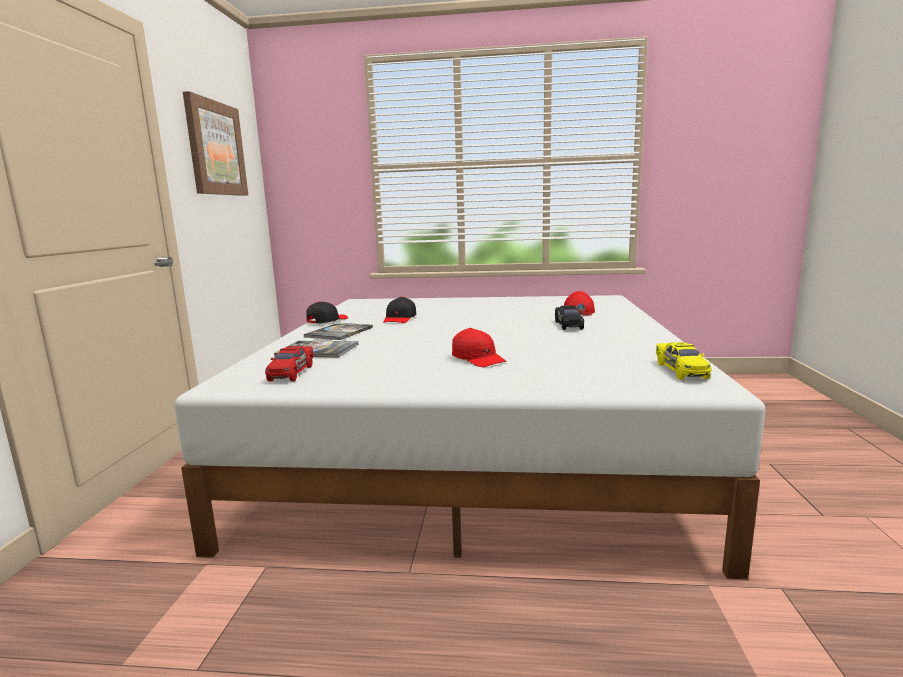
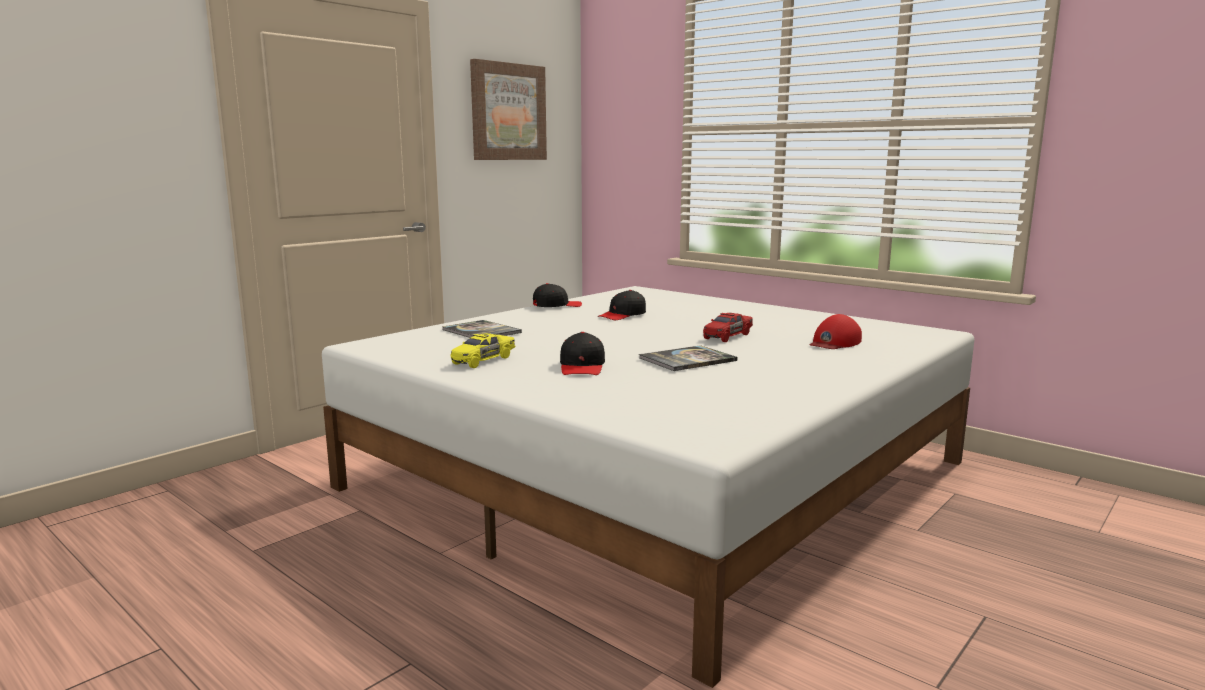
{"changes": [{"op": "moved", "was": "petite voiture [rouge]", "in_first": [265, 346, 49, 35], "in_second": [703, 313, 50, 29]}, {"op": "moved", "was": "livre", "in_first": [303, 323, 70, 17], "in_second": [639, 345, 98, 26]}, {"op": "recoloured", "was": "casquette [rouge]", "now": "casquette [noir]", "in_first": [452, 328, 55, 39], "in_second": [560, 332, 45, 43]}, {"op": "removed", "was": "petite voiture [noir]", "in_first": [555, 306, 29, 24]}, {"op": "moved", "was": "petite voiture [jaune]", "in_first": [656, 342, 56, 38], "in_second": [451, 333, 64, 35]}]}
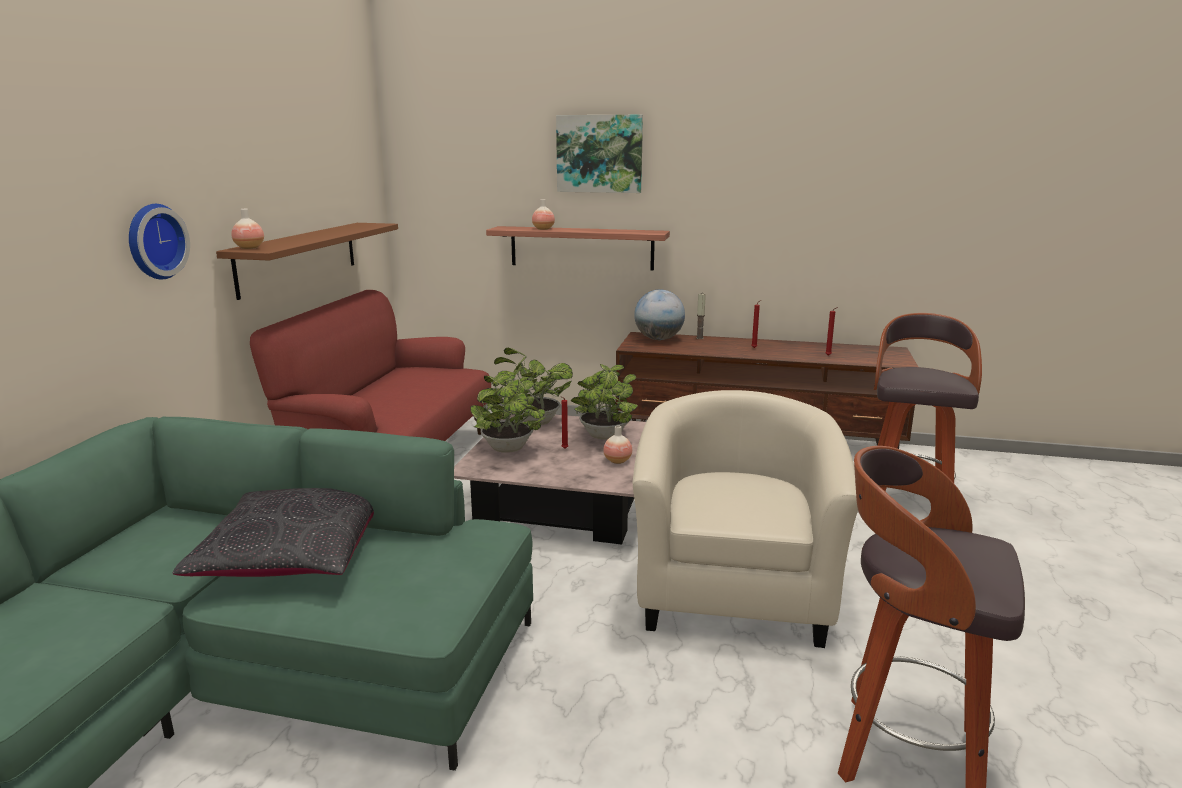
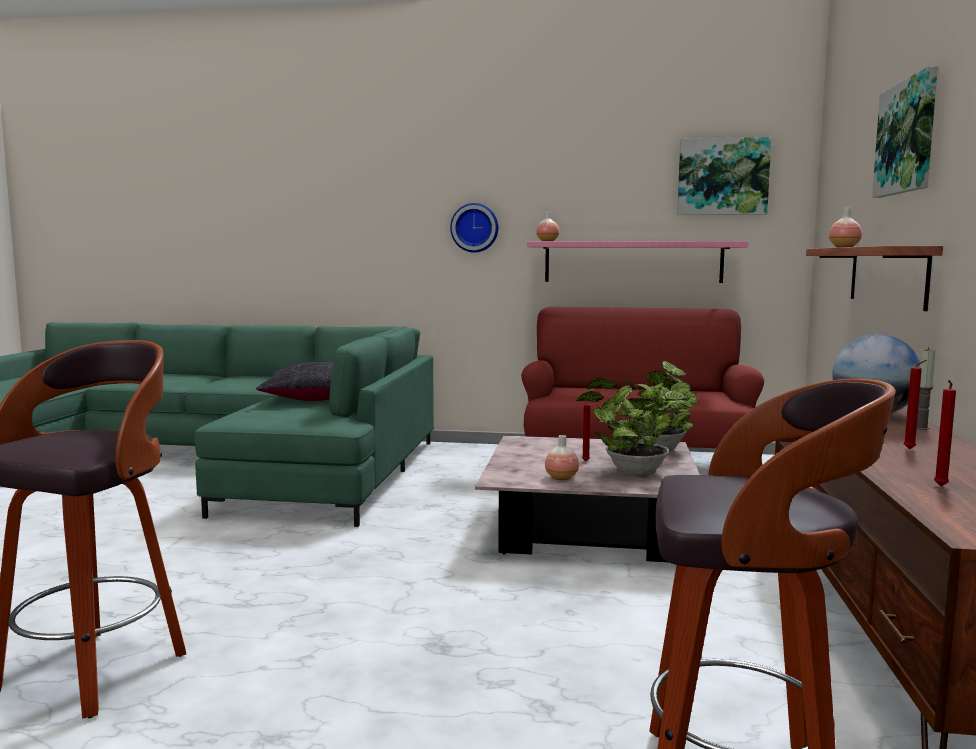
{"changes": [{"op": "recoloured", "was": "étagère [marron]", "now": "étagère [rose]", "in_first": [216, 223, 182, 77], "in_second": [527, 241, 221, 42]}, {"op": "removed", "was": "plante en pot", "in_first": [470, 373, 75, 80]}, {"op": "removed", "was": "fauteuil [beige]", "in_first": [633, 390, 225, 258]}, {"op": "added", "now": "tableau", "in_second": [677, 137, 95, 78]}]}
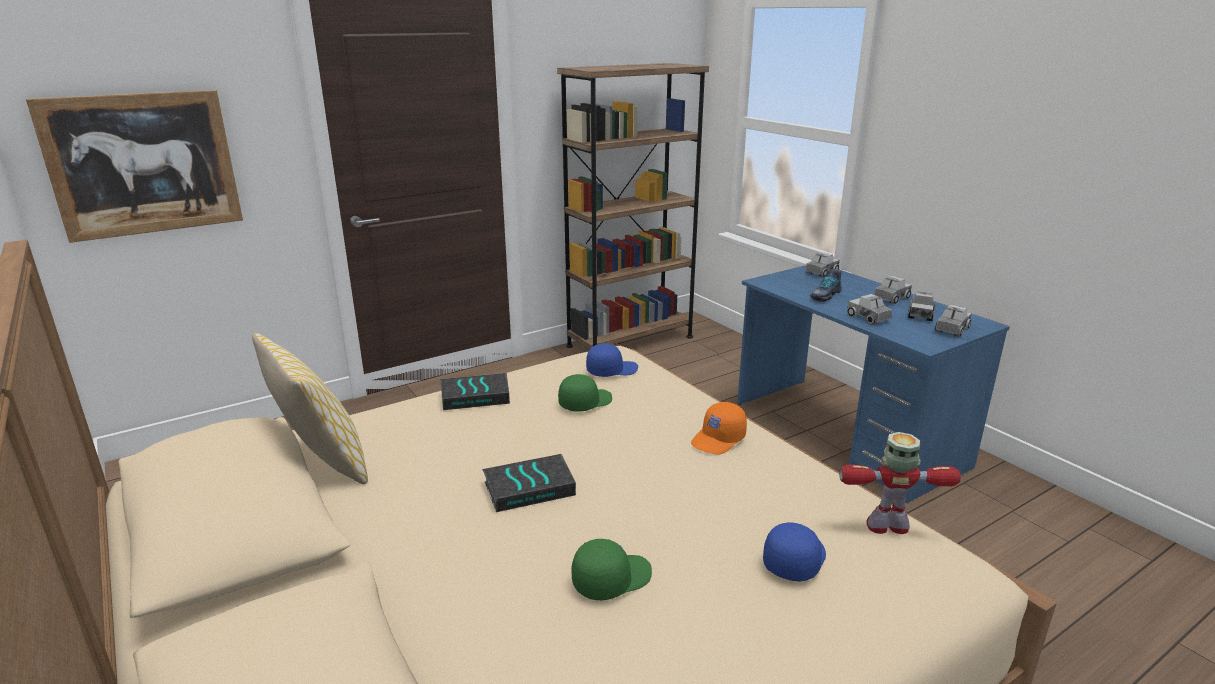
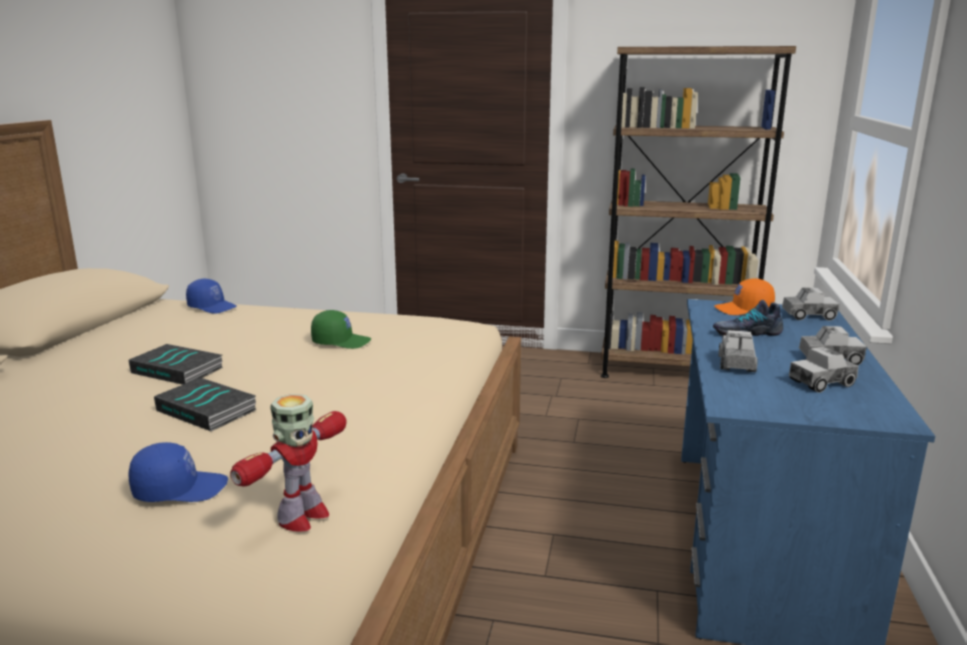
{"changes": [{"op": "removed", "was": "tableau", "in_first": [26, 90, 217, 153]}, {"op": "removed", "was": "coussin", "in_first": [252, 333, 116, 151]}, {"op": "moved", "was": "livre", "in_first": [440, 373, 70, 37], "in_second": [154, 378, 103, 53]}, {"op": "removed", "was": "casquette [vert]", "in_first": [571, 539, 81, 61]}, {"op": "moved", "was": "casquette [bleu]", "in_first": [586, 343, 52, 34], "in_second": [186, 279, 51, 35]}, {"op": "moved", "was": "casquette [orange]", "in_first": [691, 402, 56, 53], "in_second": [714, 278, 61, 37]}, {"op": "turned", "was": "robot jouet", "in_first": [839, 432, 122, 102], "in_second": [230, 394, 117, 138], "clockwise": 75}, {"op": "removed", "was": "camion jouet", "in_first": [935, 305, 36, 32]}]}
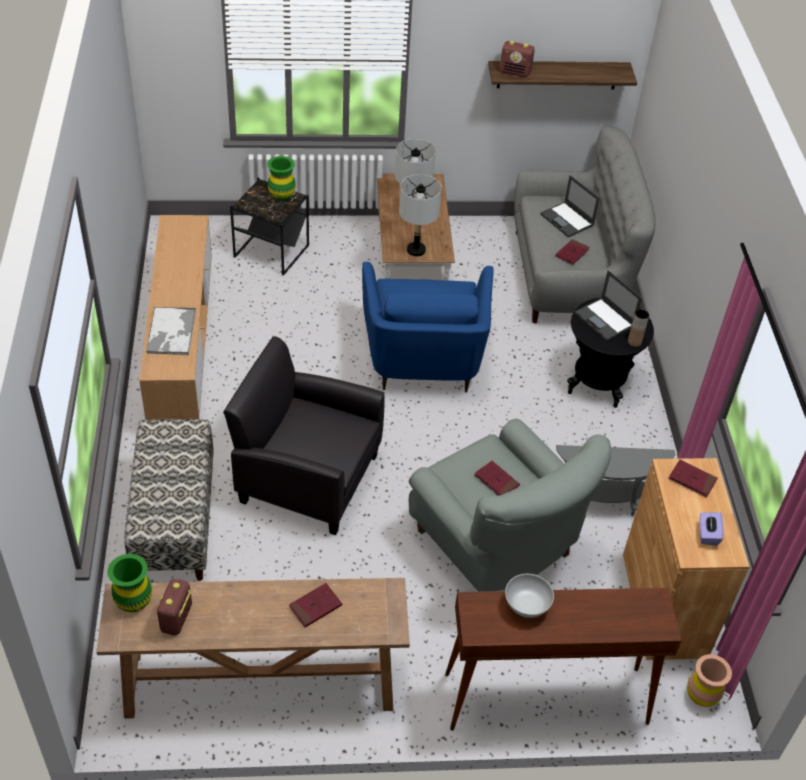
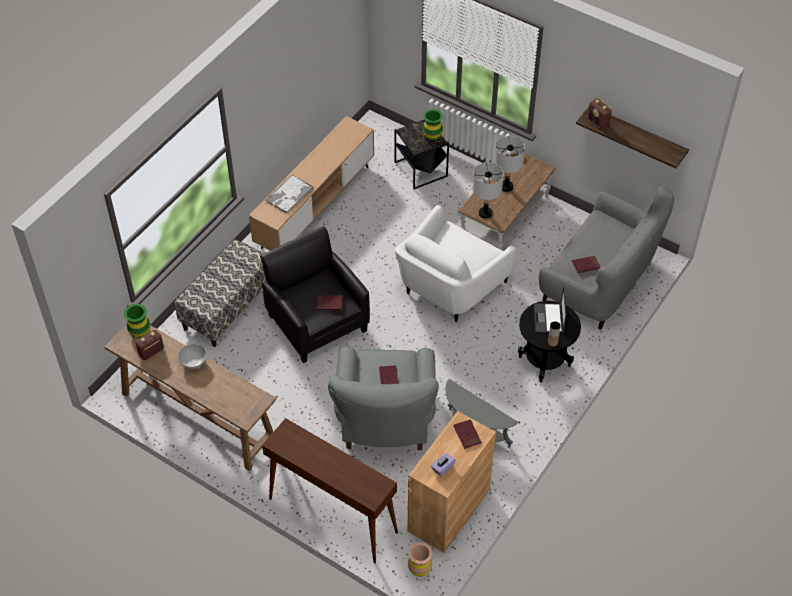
{"changes": [{"op": "moved", "was": "livre [rouge]", "in_first": [289, 583, 53, 44], "in_second": [317, 295, 26, 15]}, {"op": "recoloured", "was": "fauteuil [bleu]", "now": "fauteuil [blanc]", "in_first": [362, 262, 132, 130], "in_second": [395, 205, 121, 117]}, {"op": "moved", "was": "bol [blanc]", "in_first": [505, 574, 49, 44], "in_second": [178, 344, 29, 25]}, {"op": "removed", "was": "ordinateur portable", "in_first": [540, 175, 59, 63]}]}
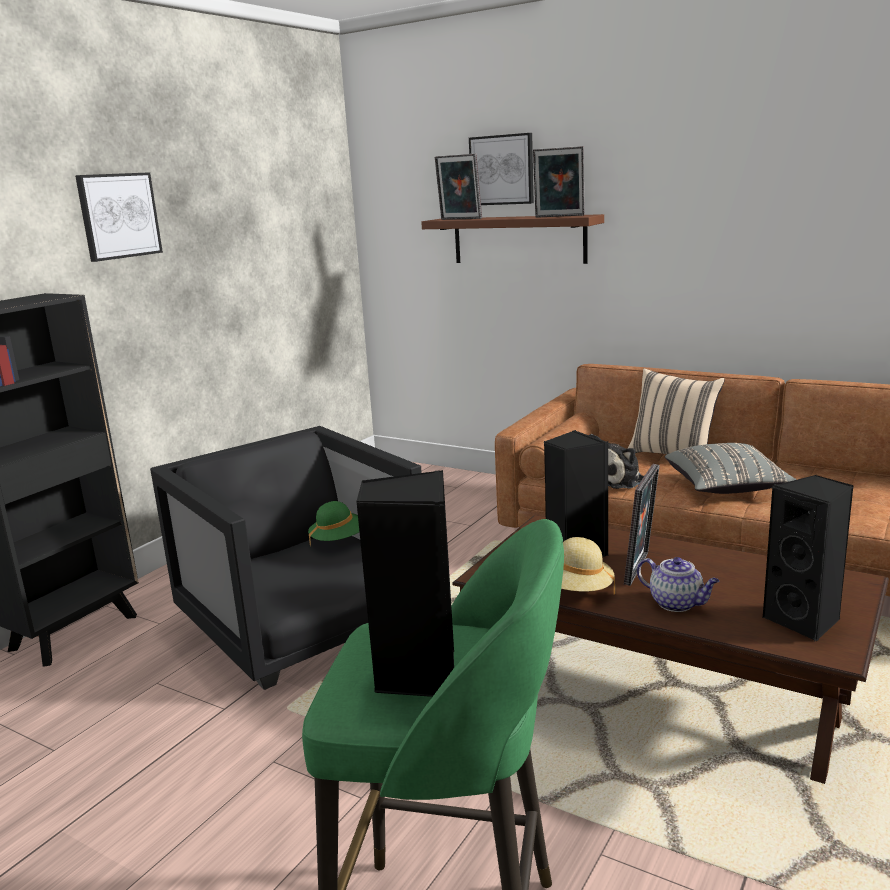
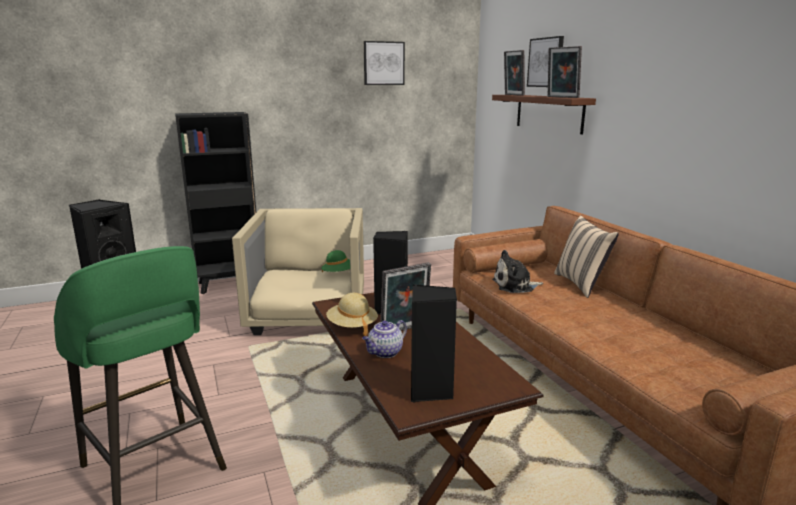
{"changes": [{"op": "moved", "was": "tableau", "in_first": [75, 172, 88, 90], "in_second": [364, 41, 41, 44]}, {"op": "recoloured", "was": "fauteuil [noir]", "now": "fauteuil [beige]", "in_first": [150, 426, 272, 264], "in_second": [232, 208, 132, 127]}, {"op": "turned", "was": "théière", "in_first": [637, 557, 82, 55], "in_second": [362, 320, 45, 38], "clockwise": 60}, {"op": "removed", "was": "coussin [gris]", "in_first": [665, 443, 132, 51]}]}
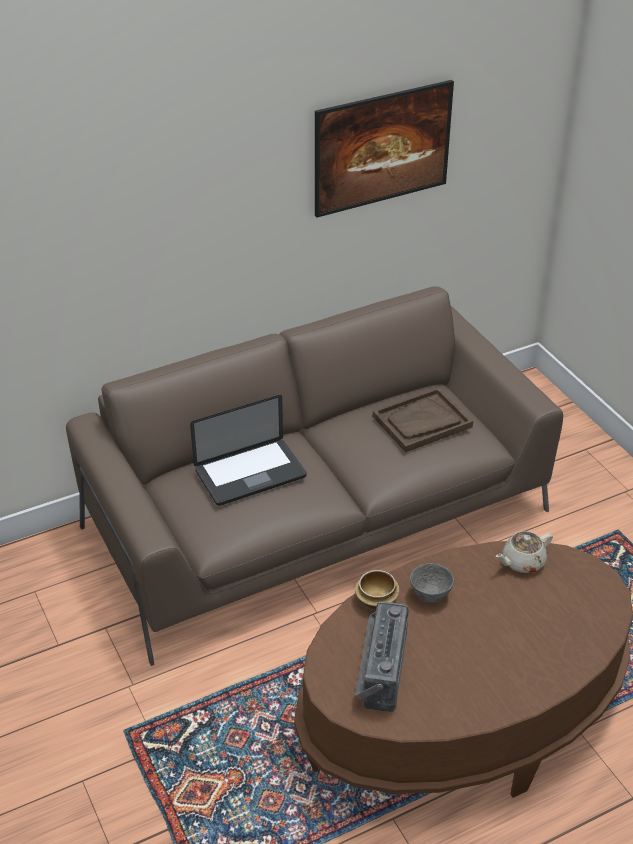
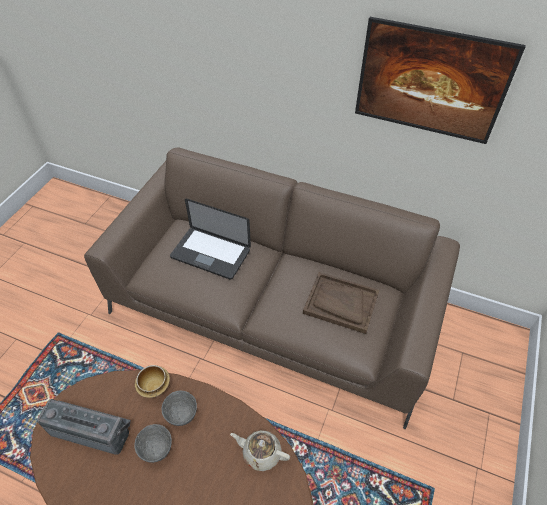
{"changes": [{"op": "turned", "was": "radio", "in_first": [355, 601, 54, 111], "in_second": [37, 399, 94, 56], "clockwise": 45}, {"op": "added", "now": "bol [gris]", "in_second": [134, 424, 38, 39]}]}
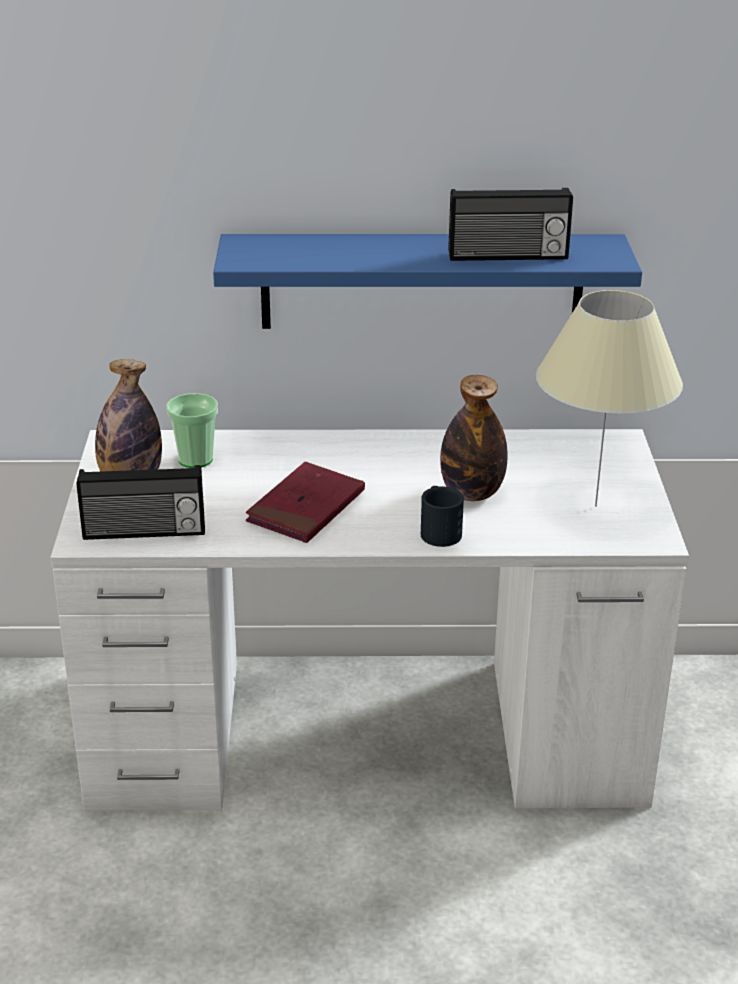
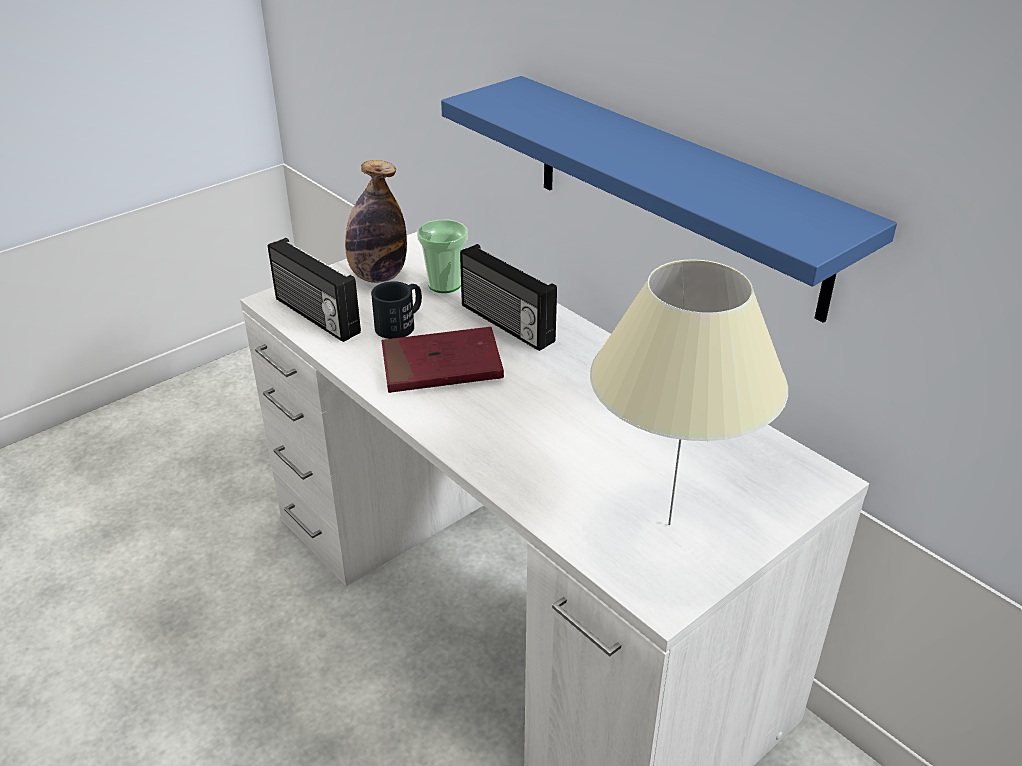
{"changes": [{"op": "moved", "was": "mug [noir]", "in_first": [421, 486, 43, 61], "in_second": [371, 281, 51, 58]}, {"op": "removed", "was": "bouteille", "in_first": [440, 375, 67, 126]}, {"op": "moved", "was": "radio", "in_first": [448, 188, 125, 73], "in_second": [460, 244, 97, 107]}]}
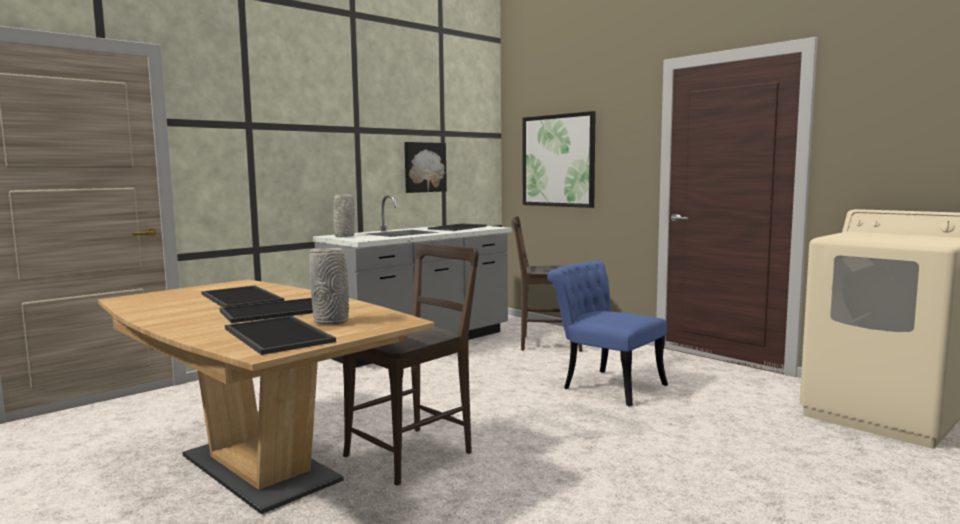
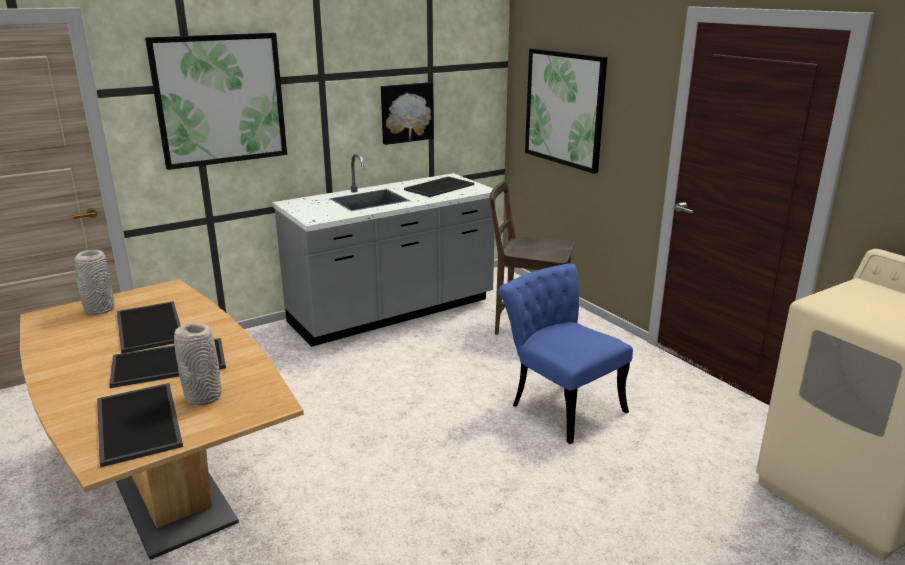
{"changes": [{"op": "moved", "was": "vase [gris]", "in_first": [333, 194, 22, 43], "in_second": [74, 250, 41, 65]}, {"op": "removed", "was": "chaise [marron]", "in_first": [342, 242, 137, 243]}, {"op": "added", "now": "tableau", "in_second": [145, 33, 142, 137]}]}
